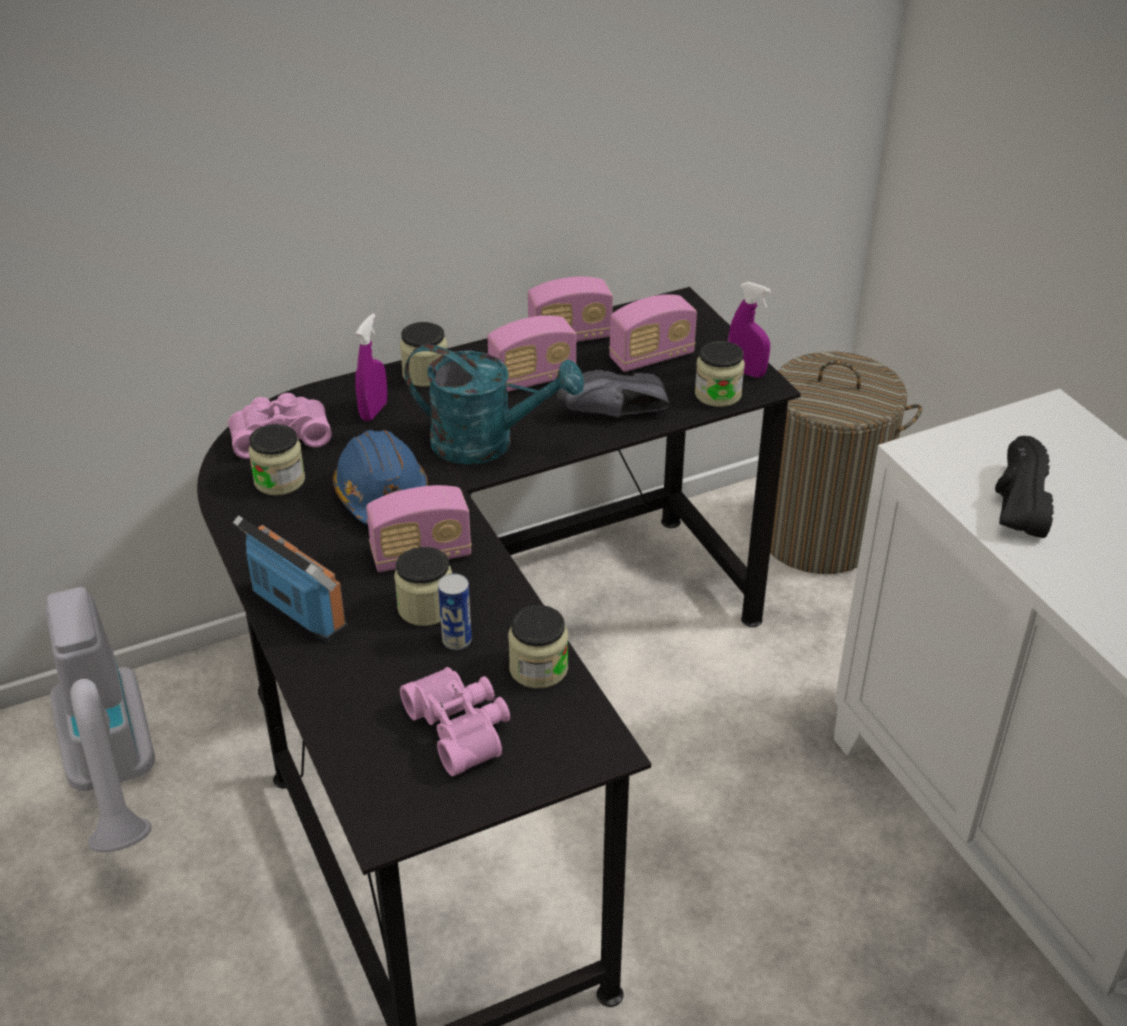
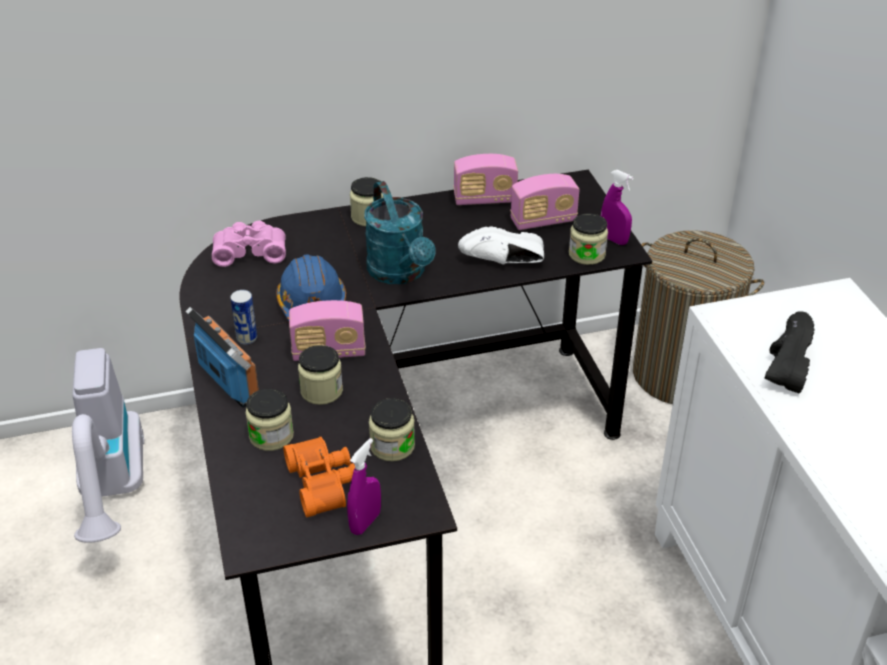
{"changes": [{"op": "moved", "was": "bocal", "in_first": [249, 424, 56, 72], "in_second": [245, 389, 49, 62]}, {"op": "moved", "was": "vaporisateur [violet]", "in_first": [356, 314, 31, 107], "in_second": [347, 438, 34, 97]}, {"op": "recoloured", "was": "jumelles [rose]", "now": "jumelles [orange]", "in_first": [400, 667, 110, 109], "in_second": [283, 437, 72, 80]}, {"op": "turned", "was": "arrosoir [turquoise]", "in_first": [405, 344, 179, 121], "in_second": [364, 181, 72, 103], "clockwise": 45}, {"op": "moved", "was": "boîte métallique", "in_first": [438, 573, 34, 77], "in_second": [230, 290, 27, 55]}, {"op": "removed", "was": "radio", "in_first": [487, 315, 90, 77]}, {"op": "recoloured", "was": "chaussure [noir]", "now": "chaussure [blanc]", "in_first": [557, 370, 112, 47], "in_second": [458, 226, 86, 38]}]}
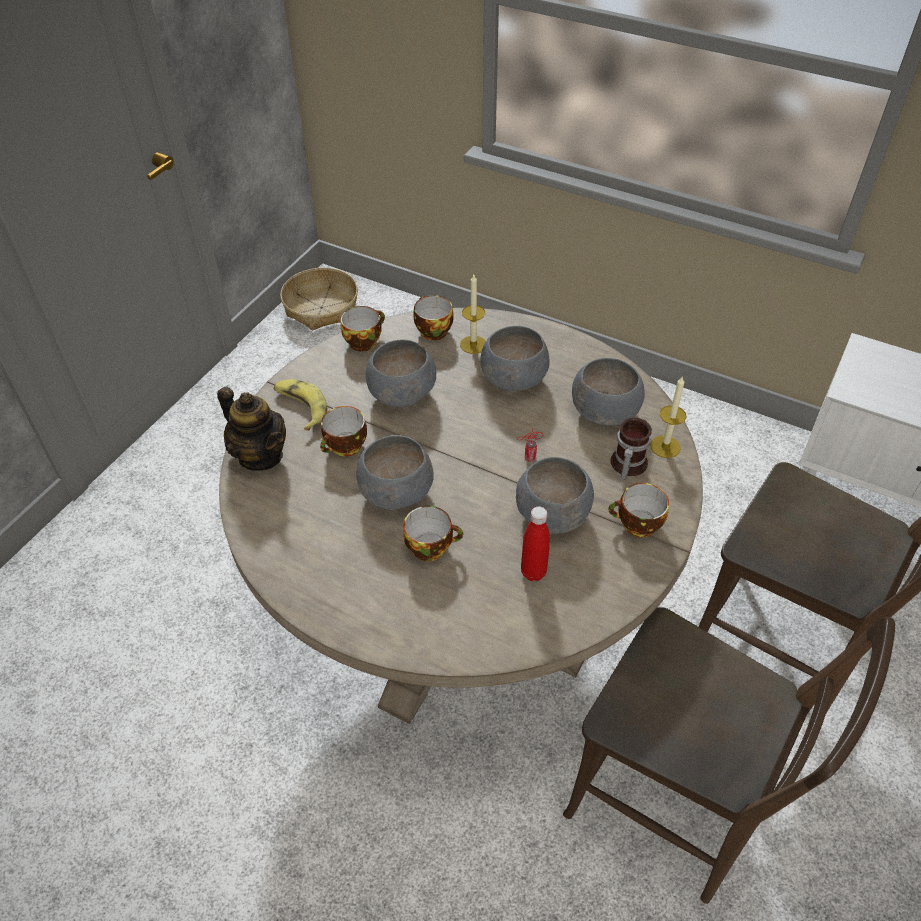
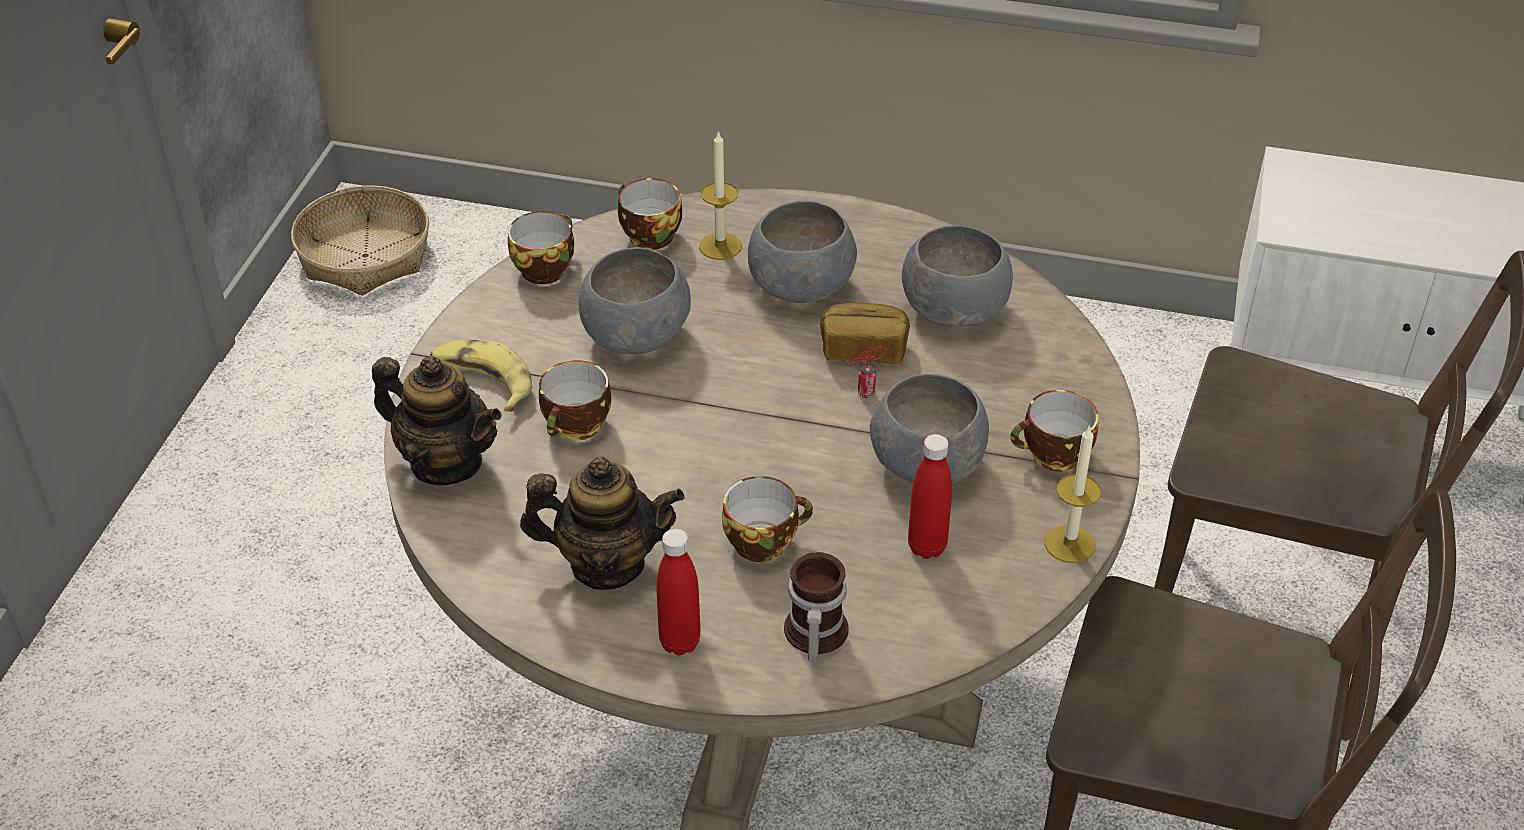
{"changes": [{"op": "removed", "was": "bol [gris]", "in_first": [356, 435, 78, 75]}, {"op": "moved", "was": "mug", "in_first": [611, 418, 41, 61], "in_second": [784, 552, 65, 110]}, {"op": "moved", "was": "bougie", "in_first": [650, 376, 36, 82], "in_second": [1045, 425, 56, 138]}, {"op": "added", "now": "théière", "in_second": [520, 456, 164, 134]}, {"op": "added", "now": "bouteille [rouge]", "in_second": [656, 529, 45, 126]}, {"op": "added", "now": "pain", "in_second": [820, 302, 90, 62]}]}
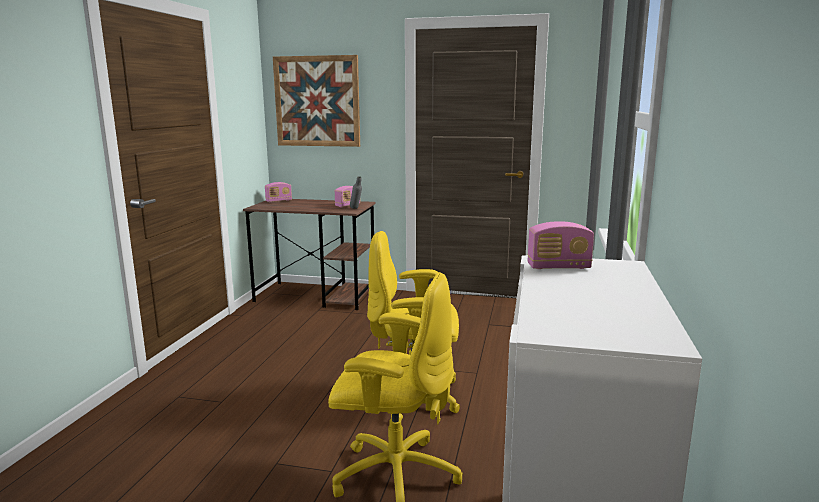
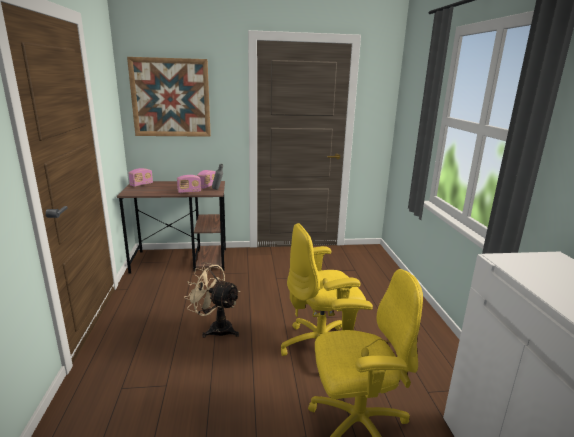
{"changes": [{"op": "moved", "was": "radio", "in_first": [527, 221, 67, 48], "in_second": [177, 175, 24, 18]}, {"op": "added", "now": "ventilateur [beige]", "in_second": [184, 262, 56, 76]}]}
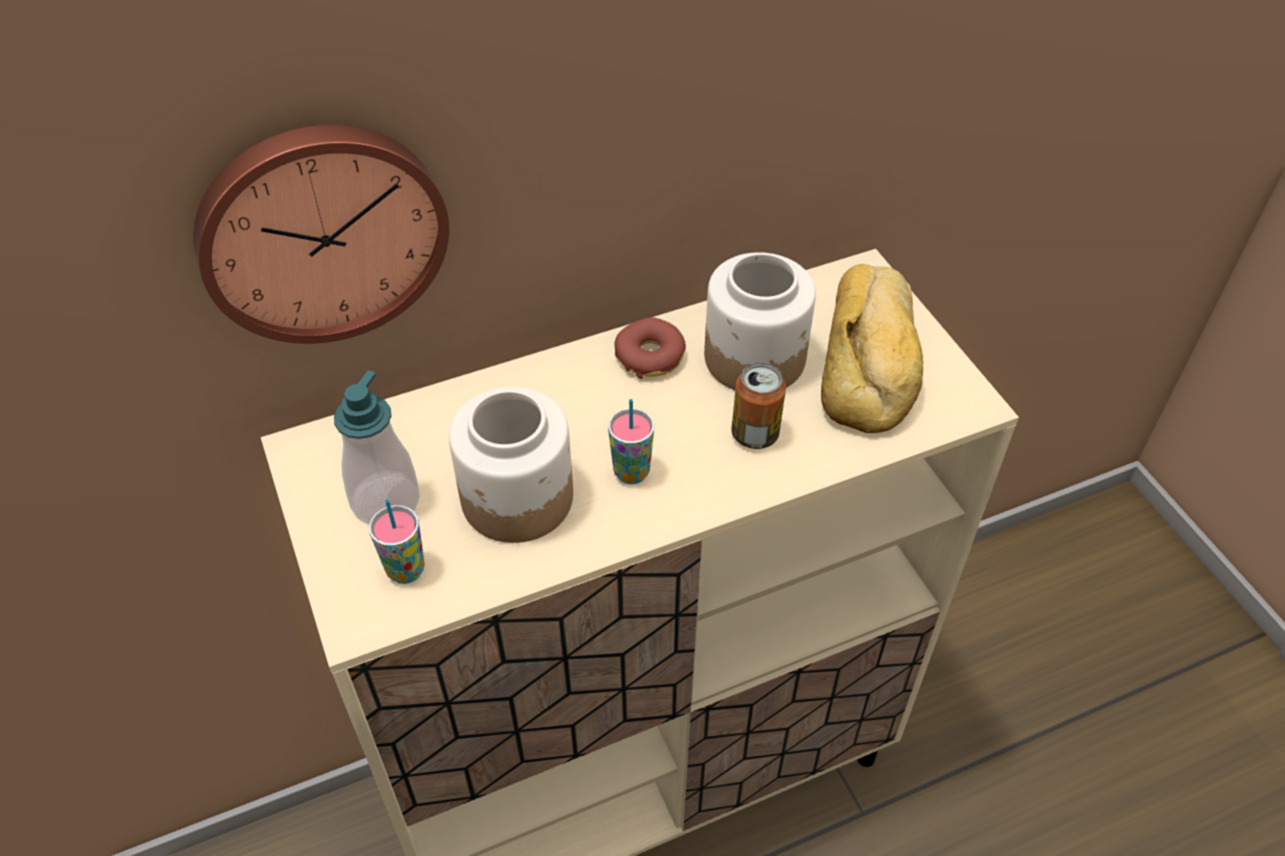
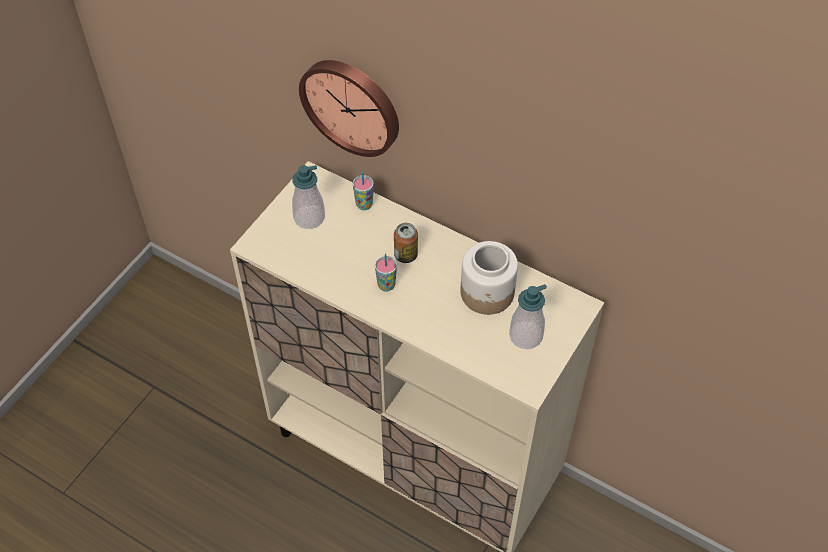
{"changes": [{"op": "moved", "was": "tasse", "in_first": [369, 499, 56, 85], "in_second": [353, 171, 21, 39]}, {"op": "removed", "was": "bocal", "in_first": [449, 386, 124, 157]}, {"op": "removed", "was": "beignet", "in_first": [615, 317, 71, 62]}, {"op": "moved", "was": "boîte métallique", "in_first": [731, 363, 55, 86], "in_second": [394, 223, 24, 40]}, {"op": "replaced", "was": "pain", "now": "distributeur de savon", "in_first": [821, 264, 102, 169], "in_second": [509, 284, 38, 65]}]}
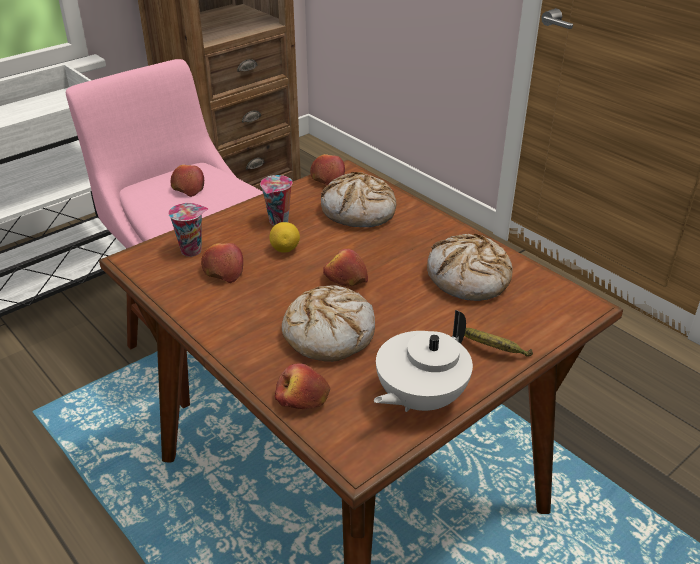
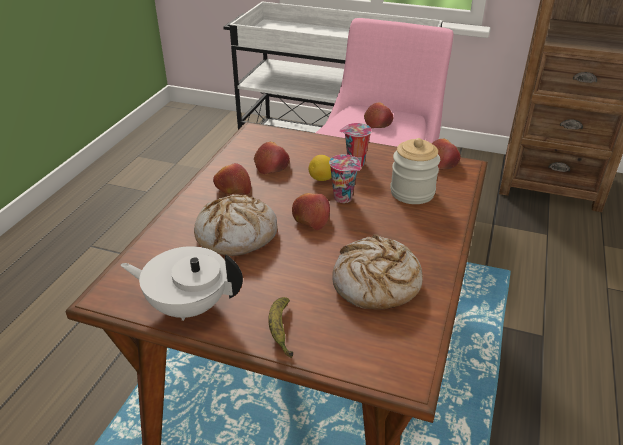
{"changes": [{"op": "moved", "was": "tasse", "in_first": [168, 203, 41, 54], "in_second": [329, 154, 32, 49]}, {"op": "moved", "was": "pomme", "in_first": [275, 363, 55, 46], "in_second": [213, 163, 38, 31]}, {"op": "replaced", "was": "pain", "now": "bocal", "in_first": [321, 172, 75, 55], "in_second": [390, 138, 50, 66]}]}
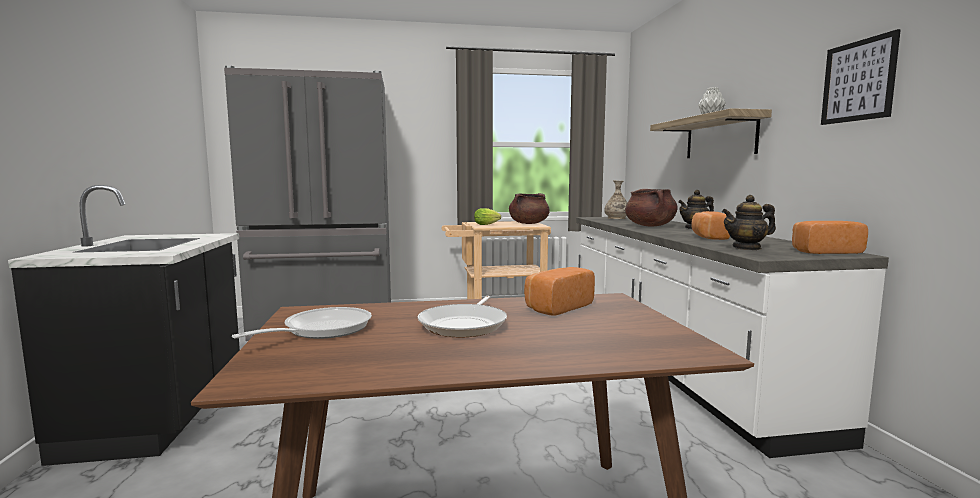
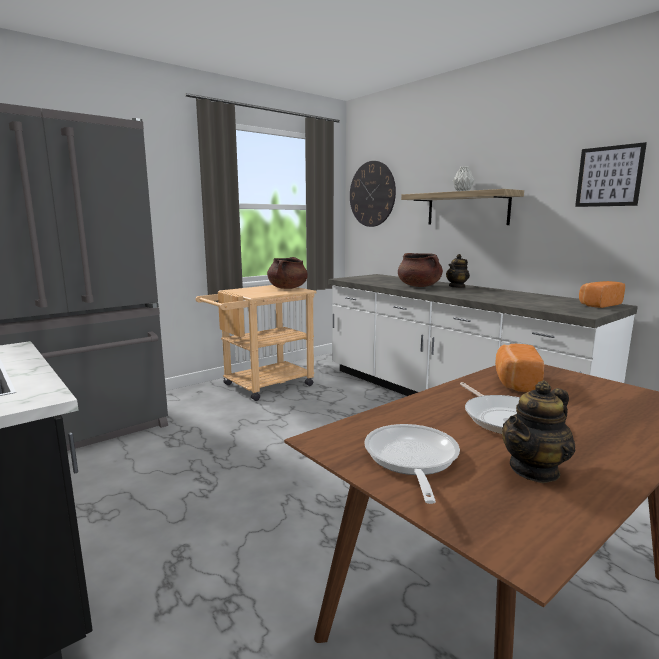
{"changes": [{"op": "removed", "was": "laitue", "in_first": [474, 208, 27, 17]}, {"op": "removed", "was": "vase", "in_first": [604, 181, 23, 38]}, {"op": "removed", "was": "pain", "in_first": [691, 211, 39, 29]}, {"op": "moved", "was": "théière", "in_first": [722, 195, 54, 55], "in_second": [502, 380, 73, 103]}, {"op": "added", "now": "horloge murale", "in_second": [350, 161, 46, 66]}]}
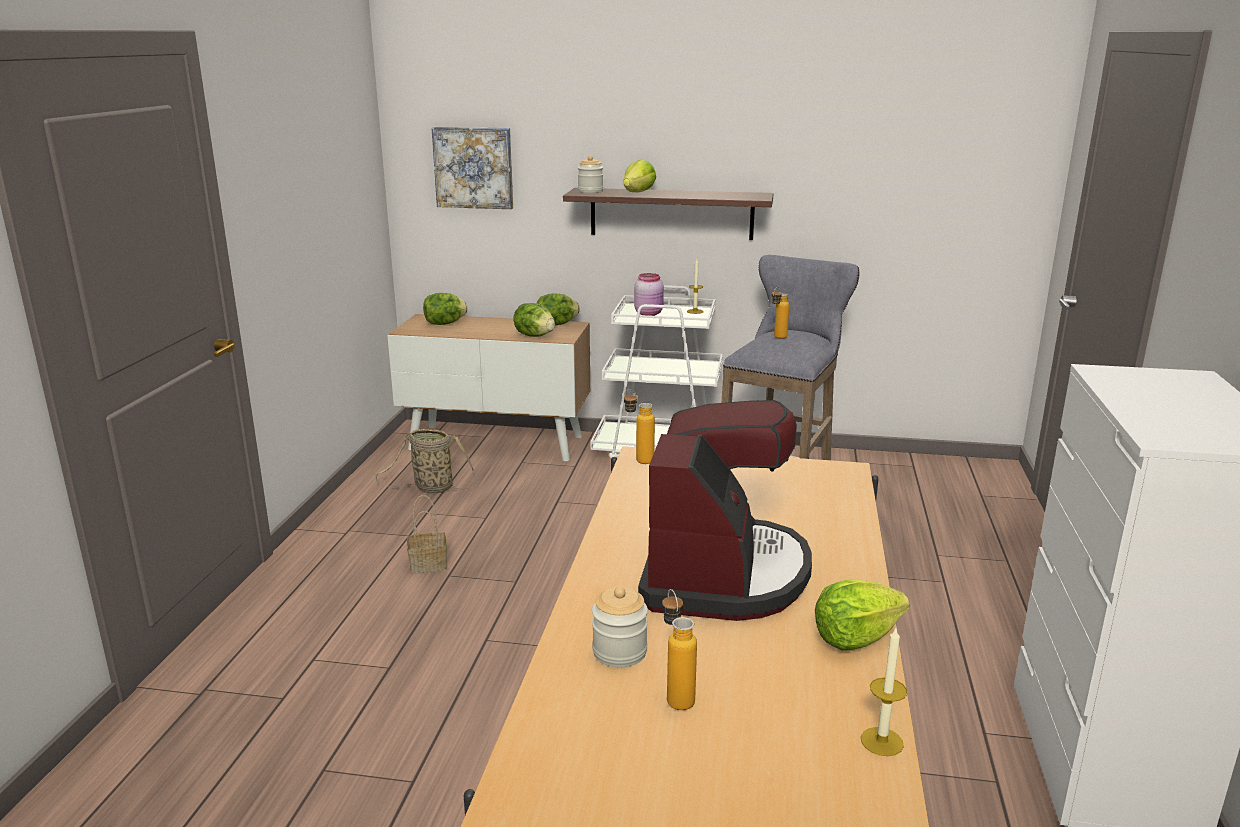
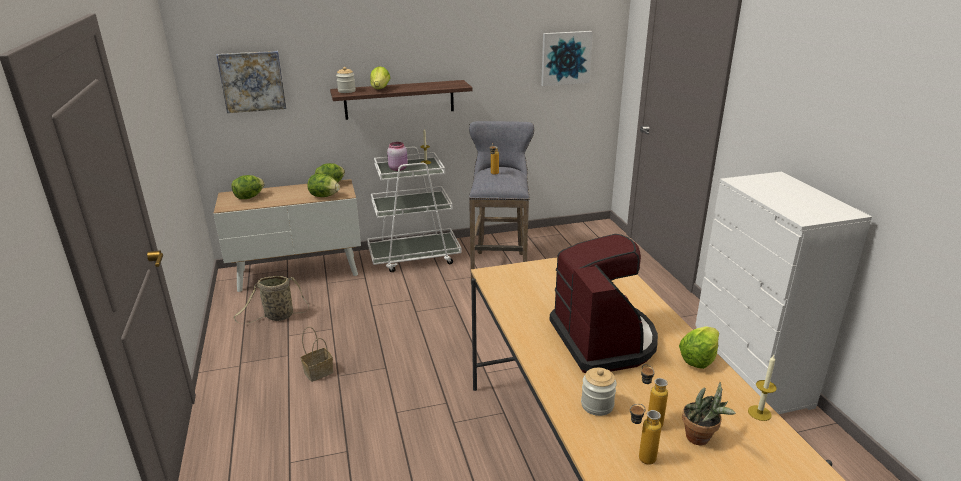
{"changes": [{"op": "moved", "was": "bouteille", "in_first": [624, 390, 31, 74], "in_second": [630, 404, 31, 61]}, {"op": "added", "now": "tableau", "in_second": [541, 31, 52, 55]}, {"op": "added", "now": "plante en pot", "in_second": [682, 382, 54, 63]}]}
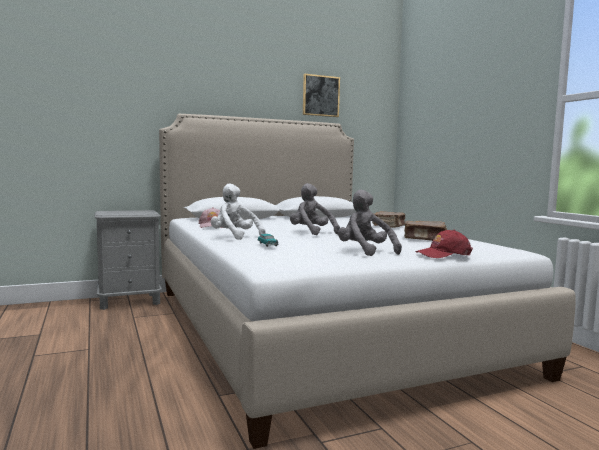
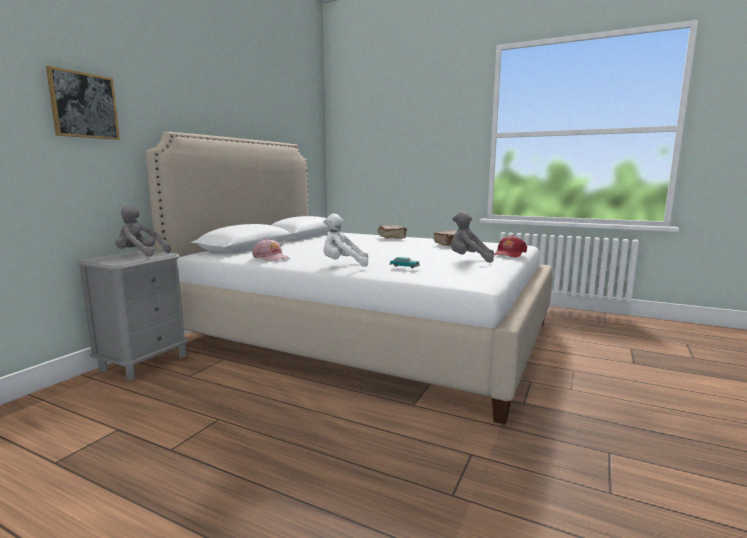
{"changes": [{"op": "moved", "was": "peluche [gris]", "in_first": [290, 183, 50, 52], "in_second": [115, 205, 56, 51]}, {"op": "moved", "was": "tableau", "in_first": [303, 74, 37, 43], "in_second": [46, 66, 74, 74]}]}
